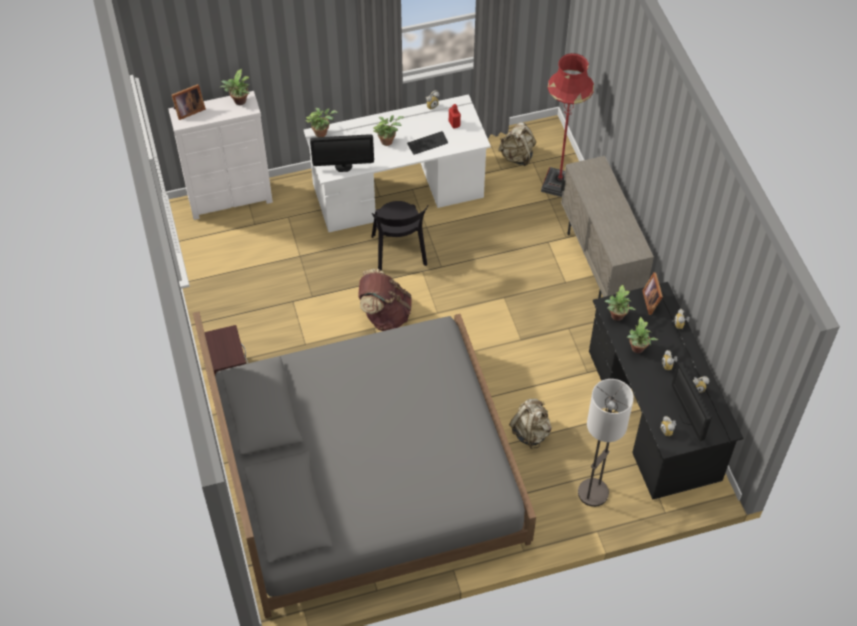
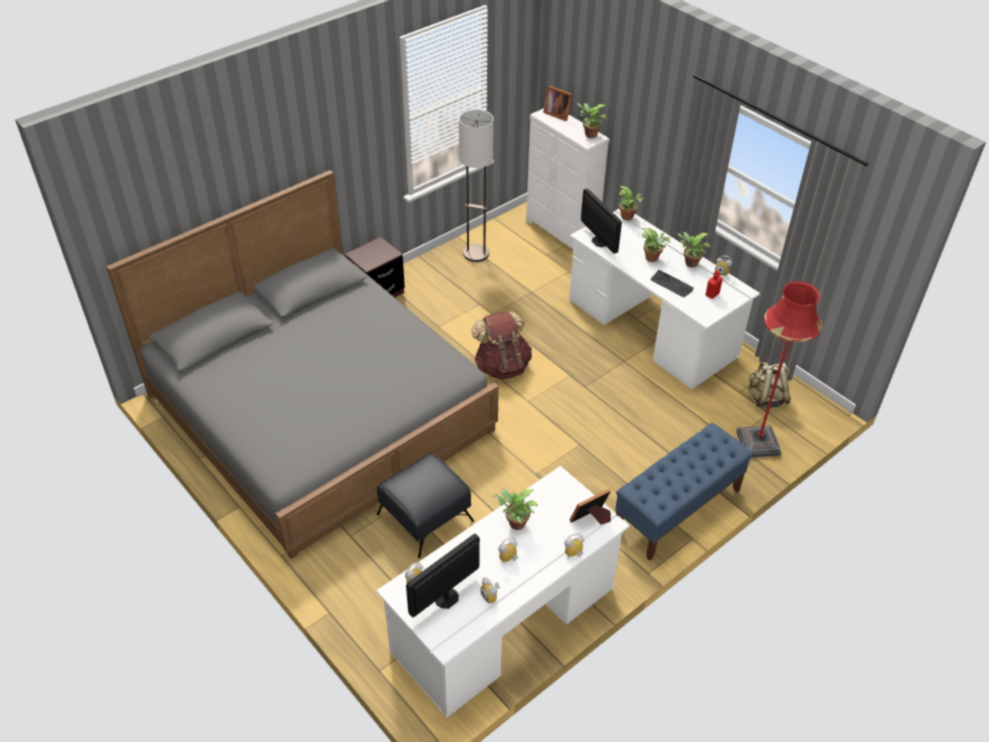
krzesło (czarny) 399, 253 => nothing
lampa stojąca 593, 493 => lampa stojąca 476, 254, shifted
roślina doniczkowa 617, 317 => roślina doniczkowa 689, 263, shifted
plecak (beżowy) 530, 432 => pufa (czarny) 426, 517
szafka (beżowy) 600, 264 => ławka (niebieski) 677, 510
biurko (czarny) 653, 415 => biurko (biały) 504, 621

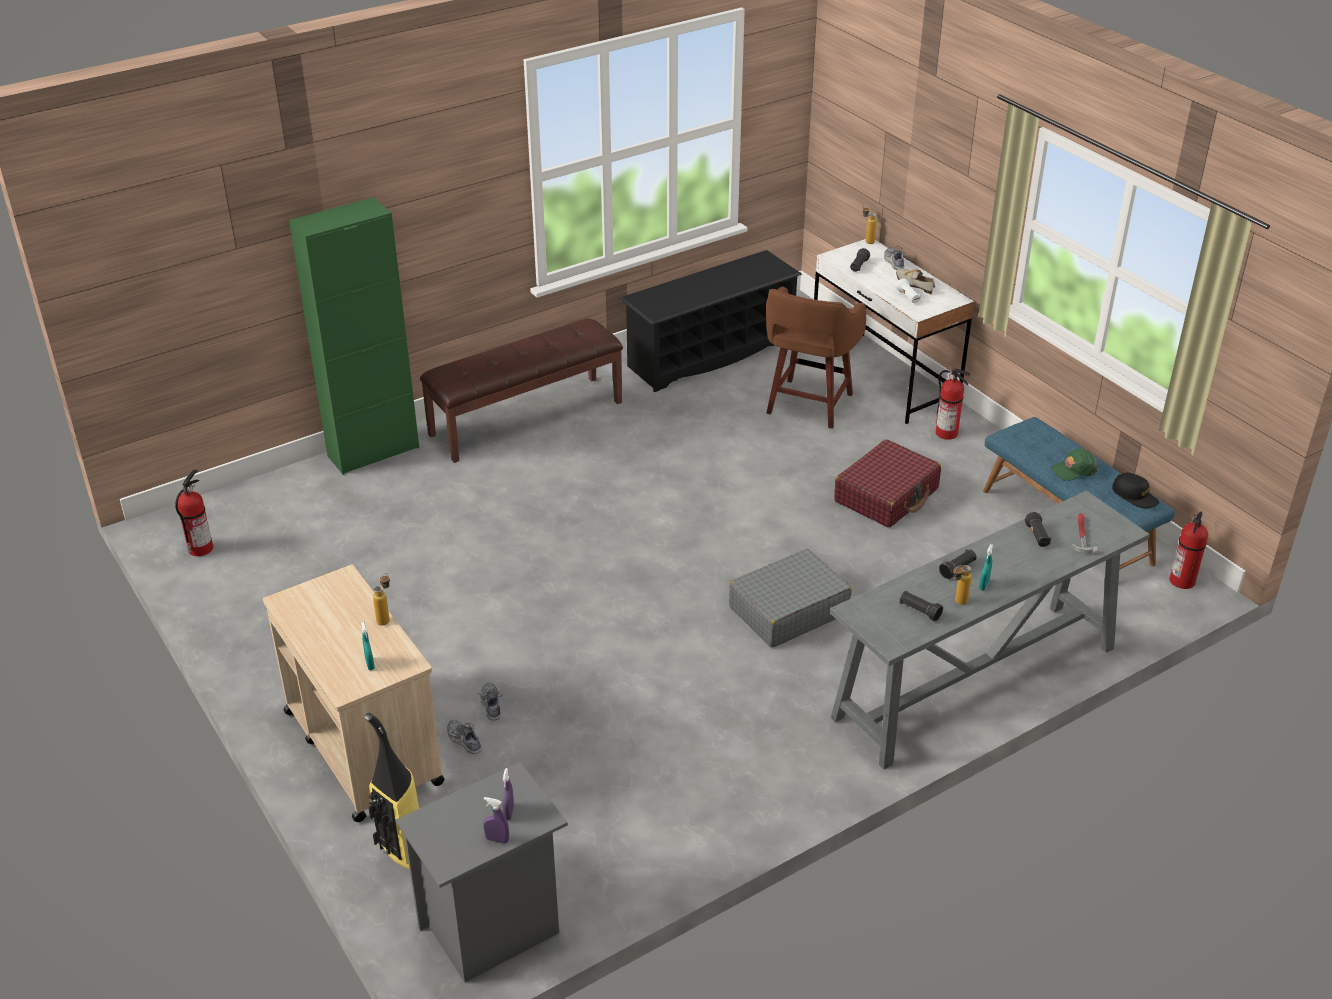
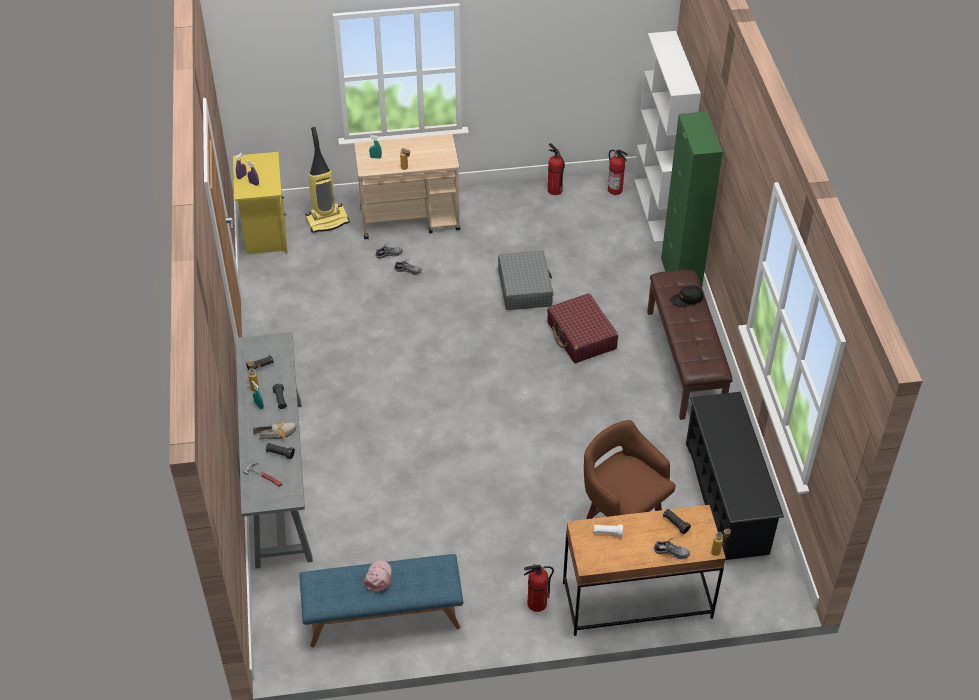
nothing => regał (biały) 657, 209
walizka (szary) 788, 610 => walizka (szary) 525, 288, shifted
walizka (czerwony) 886, 495 => walizka (czerwony) 581, 336, shifted
but 913, 283 => but 278, 433, shifted
czapka z daszkiem (czarny) 1135, 496 => czapka z daszkiem (czarny) 686, 299, shifted
gaśnica 1182, 581 => gaśnica 554, 190, shifted
szafka nocna (szary) 492, 929 => szafka nocna (żółty) 265, 234
biurko (biały) 883, 378 => biurko (brązowy) 636, 600
czapka z daszkiem (zielony) 1074, 470 => czapka z daszkiem (różowy) 378, 577

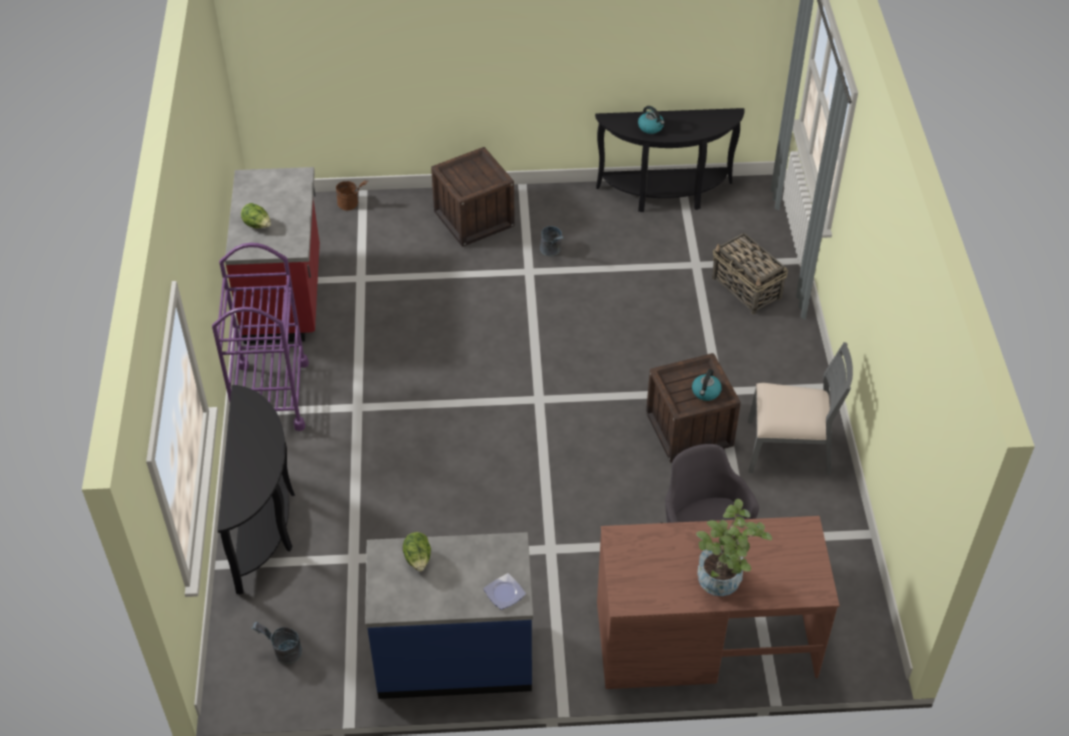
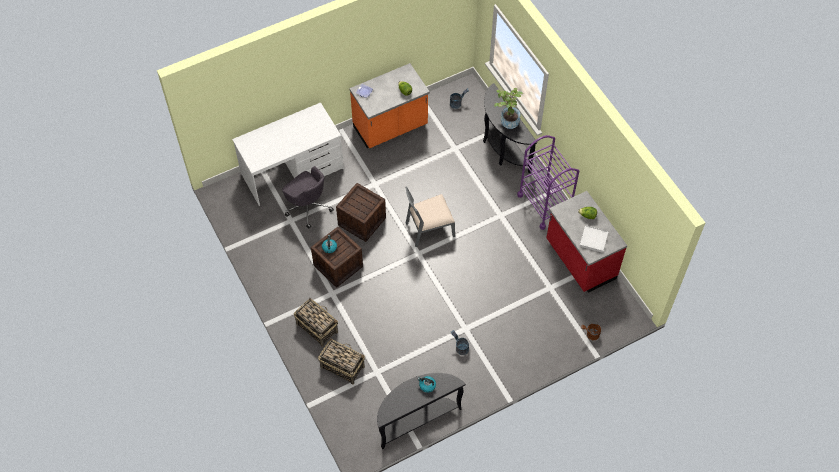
nothing => koszyk 316, 327
nothing => taca (biały) 593, 239
skrzynka 474, 219 => skrzynka 362, 221, shifted
roślina doniczkowa 723, 583 => roślina doniczkowa 507, 120, shifted
krzesło (szary) 789, 448 => krzesło (szary) 429, 229, shifted
zabudowa kuchenna (niebieski) 454, 654 => zabudowa kuchenna (pomarańczowy) 390, 127
biurko (brązowy) 704, 638 => biurko (biały) 292, 171

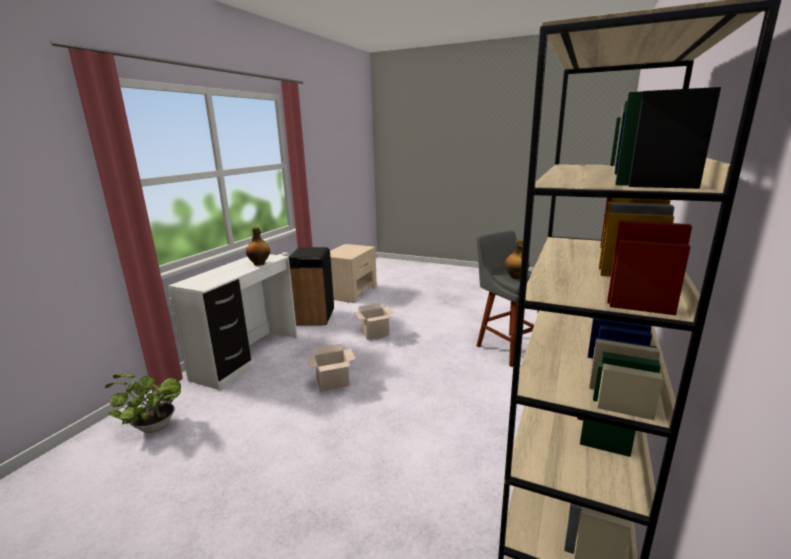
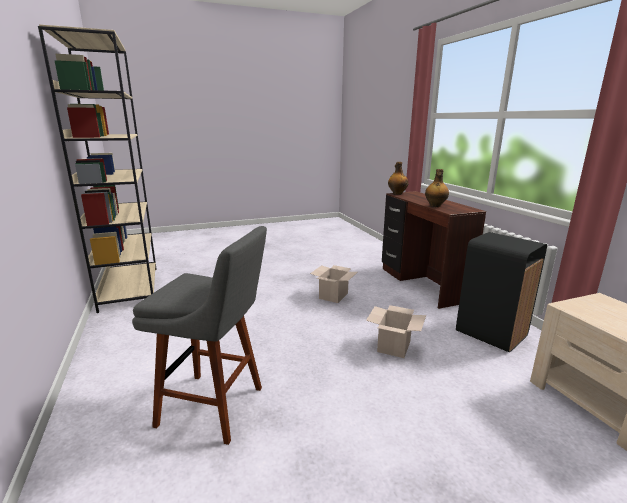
roślina doniczkowa 152, 426 => nothing
butelka 515, 277 => butelka 397, 194, shifted
biurko (biały) 248, 357 => biurko (brązowy) 421, 284

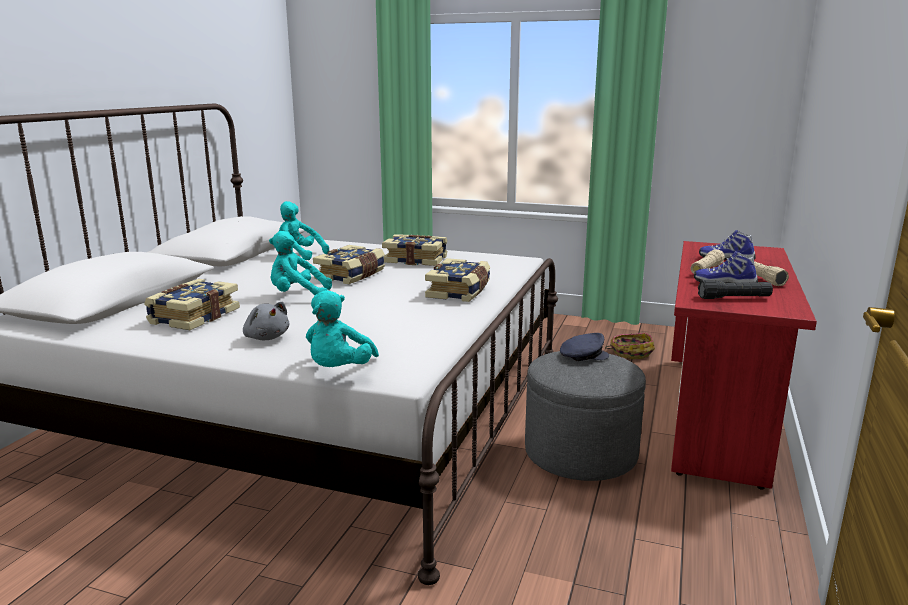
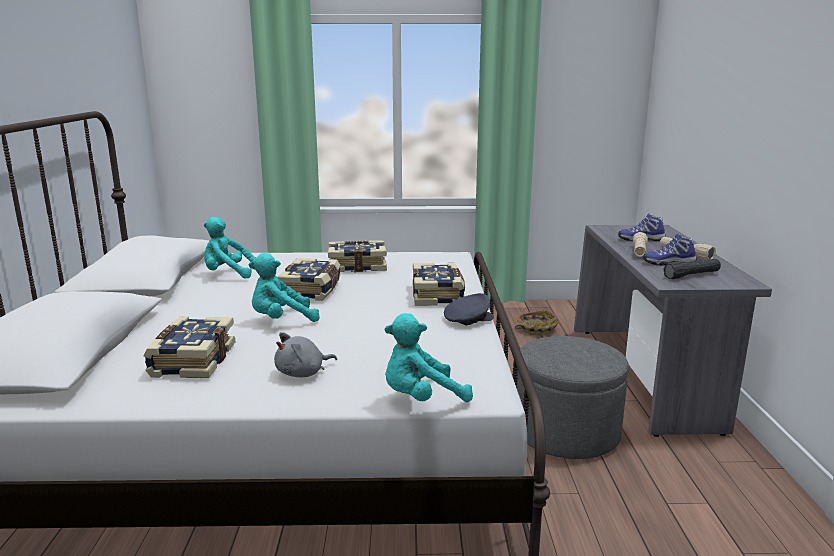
czapka z daszkiem (szary) 582, 356 => czapka z daszkiem (szary) 467, 319, shifted
biurko (czerwony) 717, 416 => biurko (szary) 645, 376
pluszak (szary) 266, 337 => pluszak (szary) 303, 373, 120 degrees clockwise
pluszak (turkusowy) 339, 370 => pluszak (turkusowy) 421, 398, 75 degrees clockwise

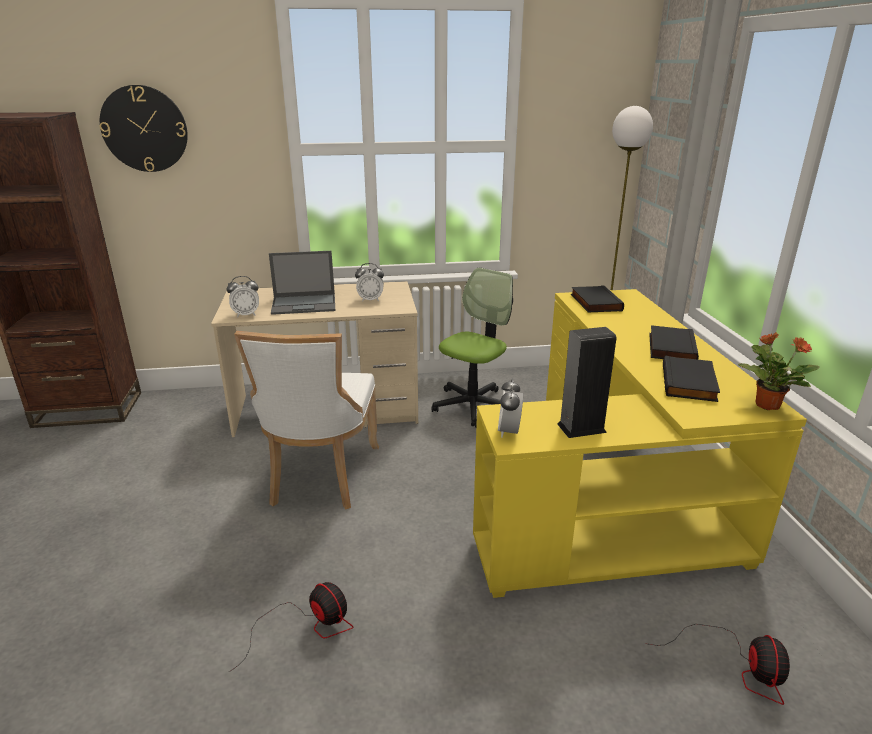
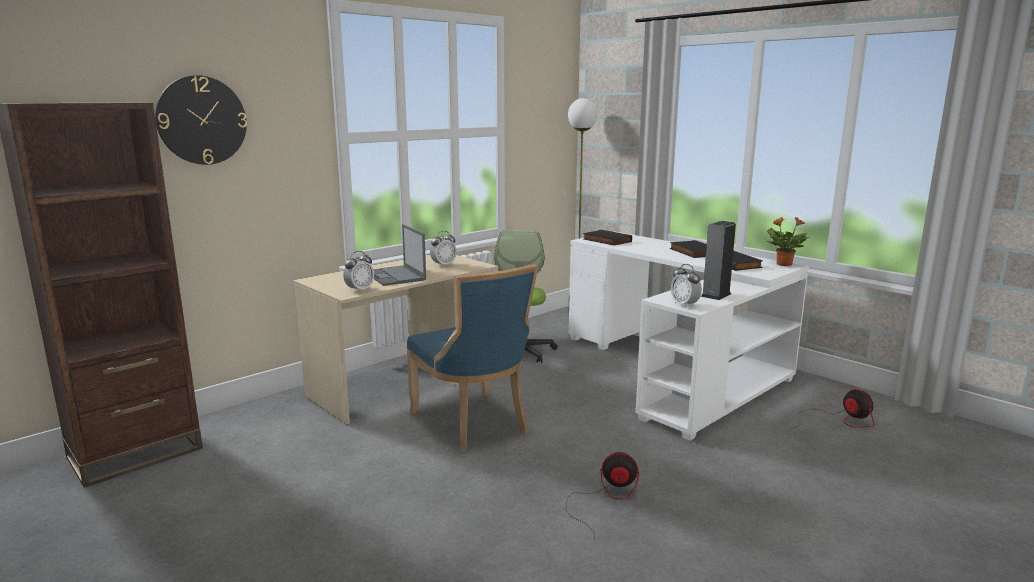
krzesło (biały) 321, 477 => krzesło (niebieski) 473, 423
biurko (żółty) 615, 493 => biurko (biały) 678, 370
laptop 305, 304 => laptop 395, 276, 105 degrees clockwise

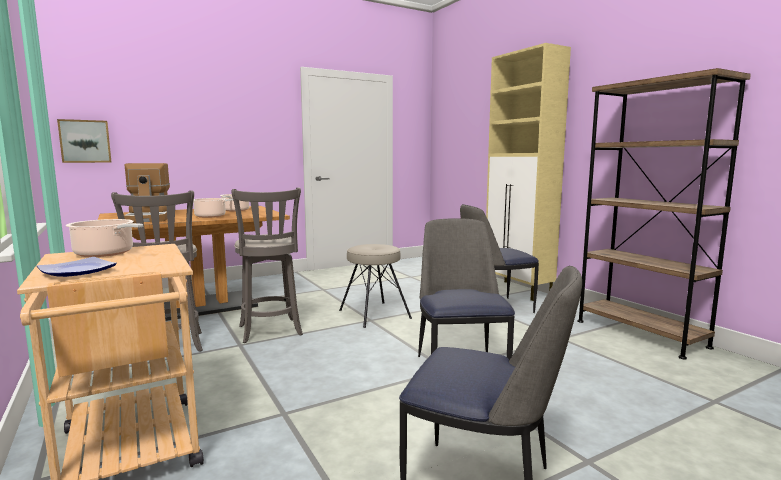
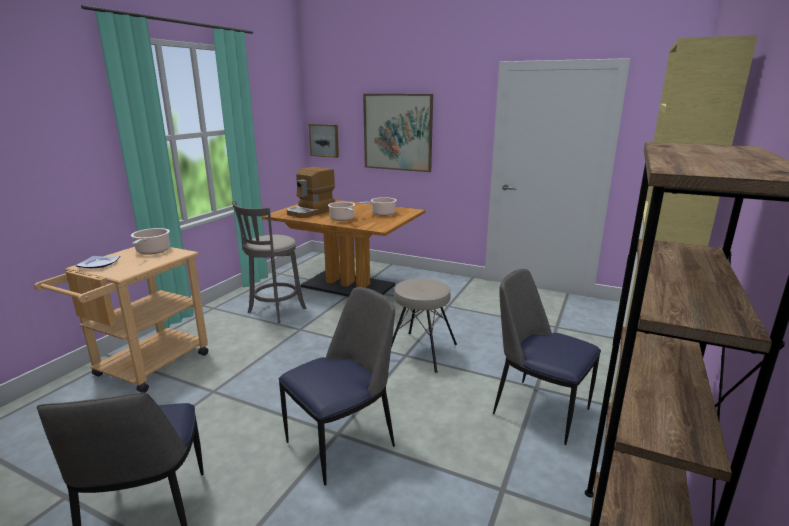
stołek (szary) 270, 332 => nothing
nothing => obraz 397, 132

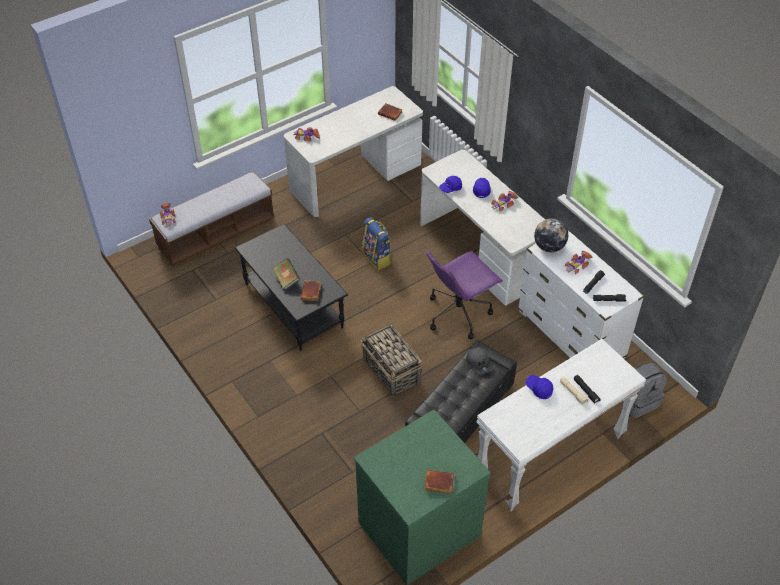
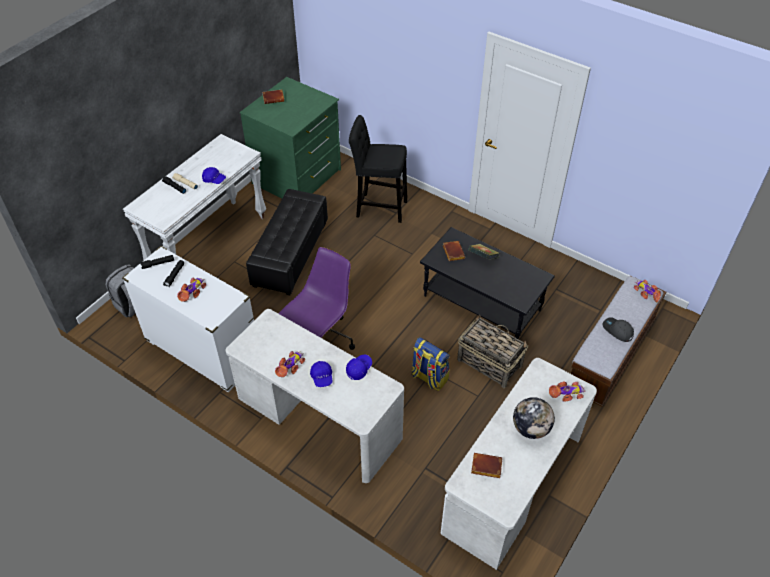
nothing => stołek (czarny) 378, 208
koszyk 391, 372 => koszyk 489, 362, shifted
czapka z daszkiem (szary) 479, 363 => czapka z daszkiem (szary) 617, 331, shifted
globus 549, 247 => globus 531, 428, shifted

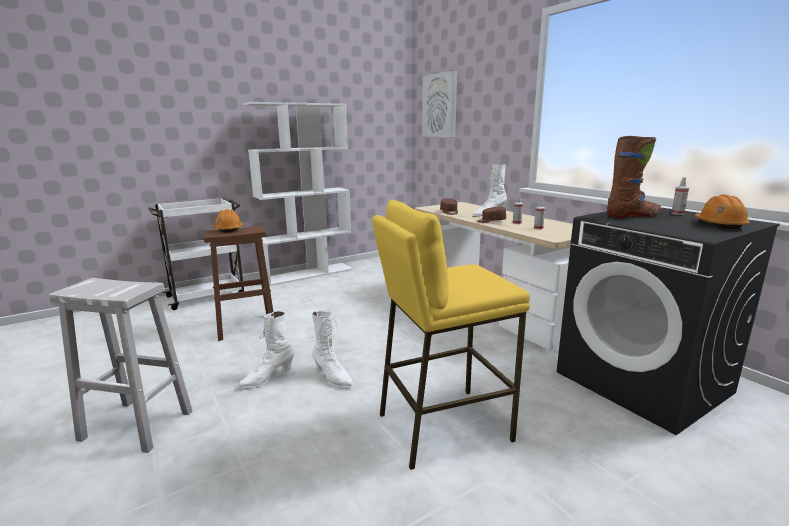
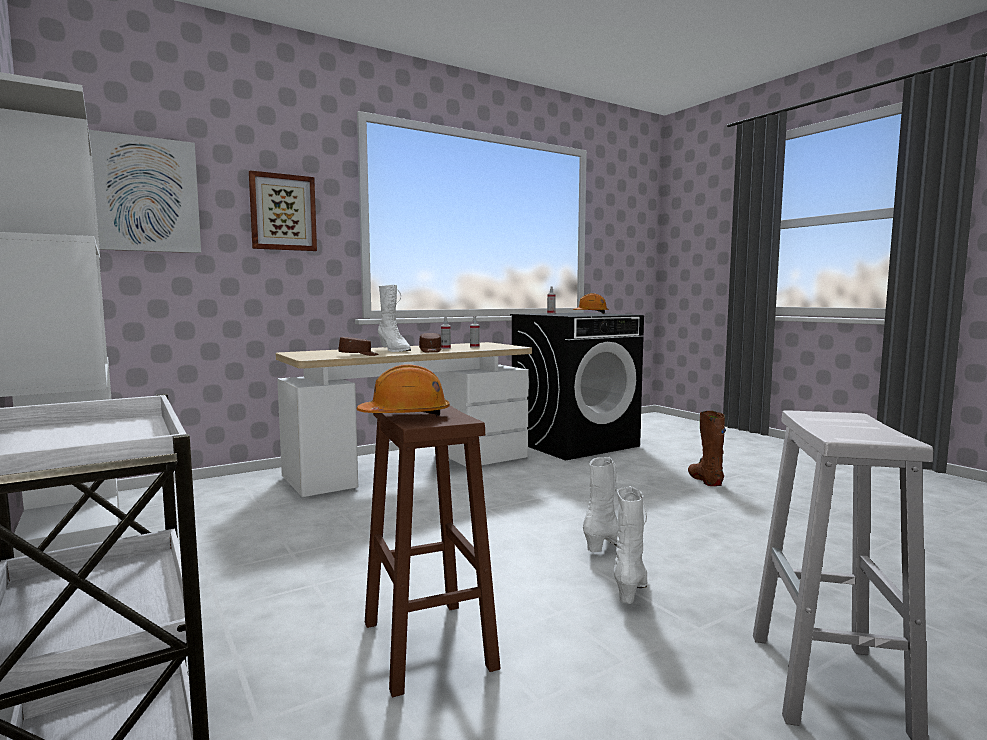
stołek (żółty) 442, 426 => nothing
nothing => obraz 283, 212
but z cholewką (brązowy) 633, 216 => but z cholewką (brązowy) 705, 480, shifted
but z cholewką (biały) 267, 378 => but z cholewką (biały) 631, 588, 120 degrees counterclockwise

